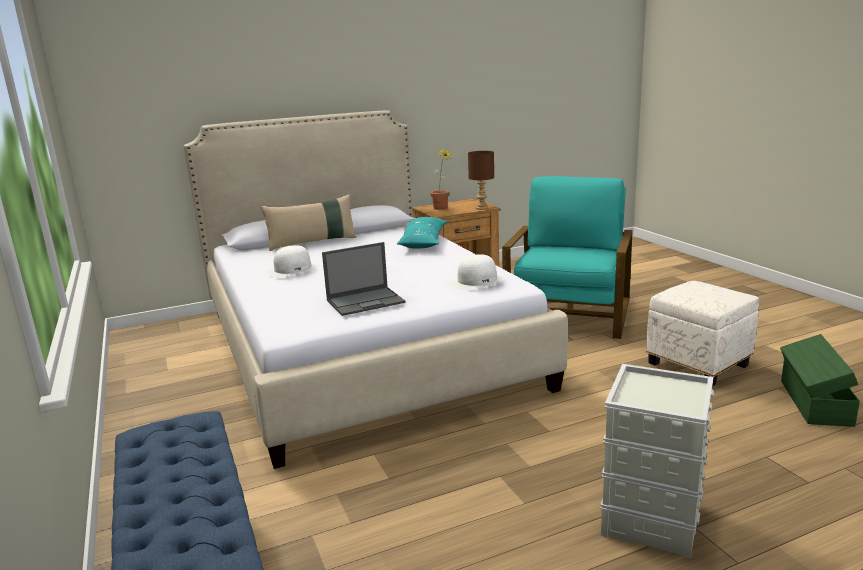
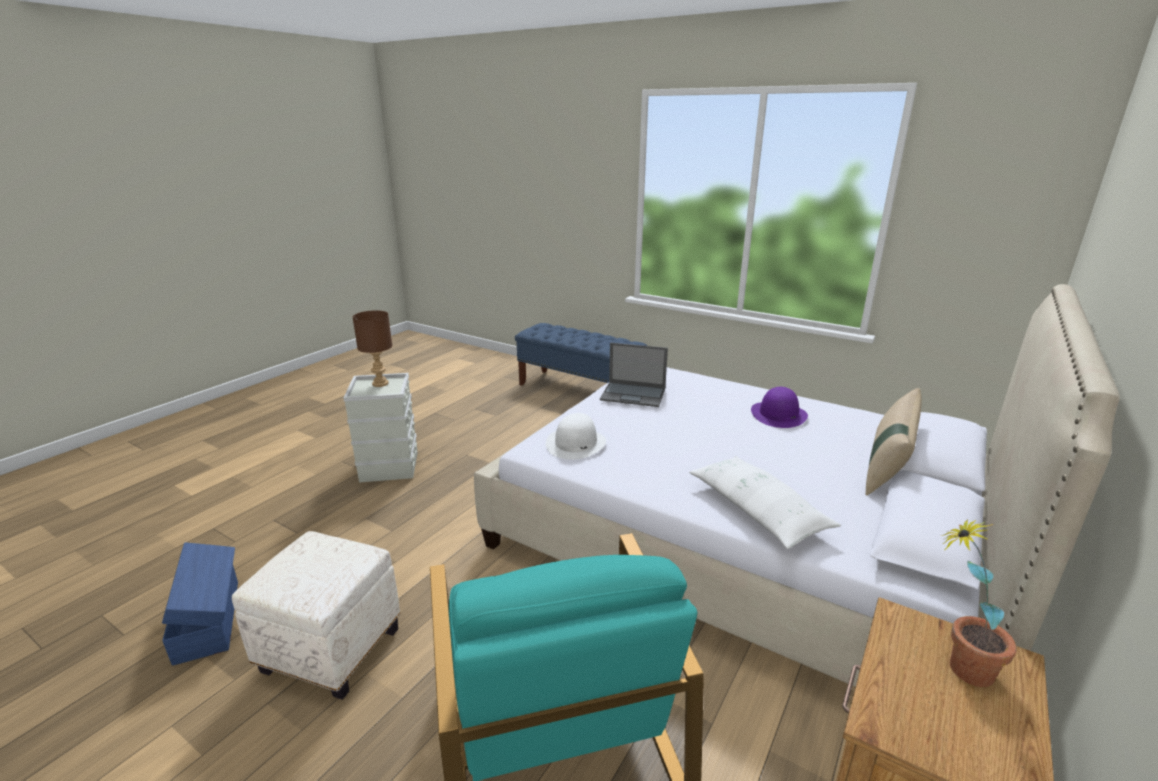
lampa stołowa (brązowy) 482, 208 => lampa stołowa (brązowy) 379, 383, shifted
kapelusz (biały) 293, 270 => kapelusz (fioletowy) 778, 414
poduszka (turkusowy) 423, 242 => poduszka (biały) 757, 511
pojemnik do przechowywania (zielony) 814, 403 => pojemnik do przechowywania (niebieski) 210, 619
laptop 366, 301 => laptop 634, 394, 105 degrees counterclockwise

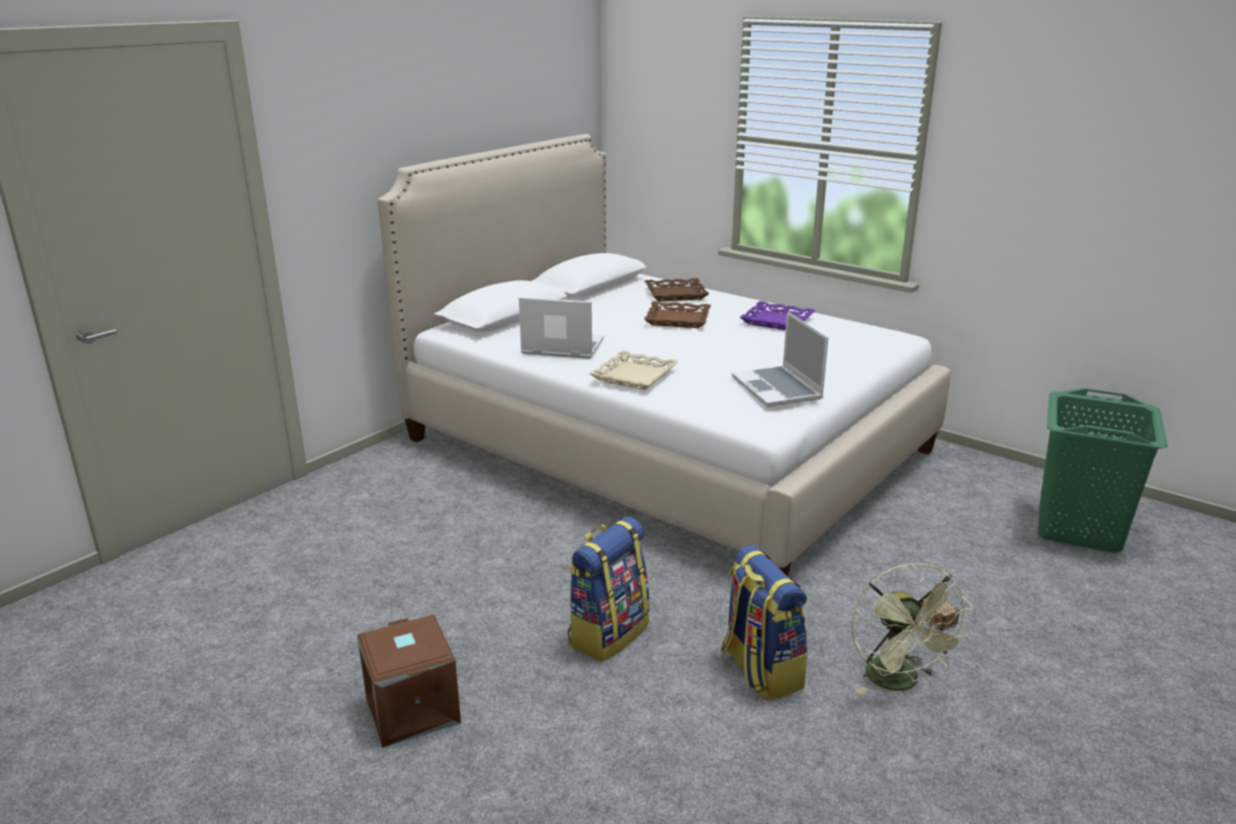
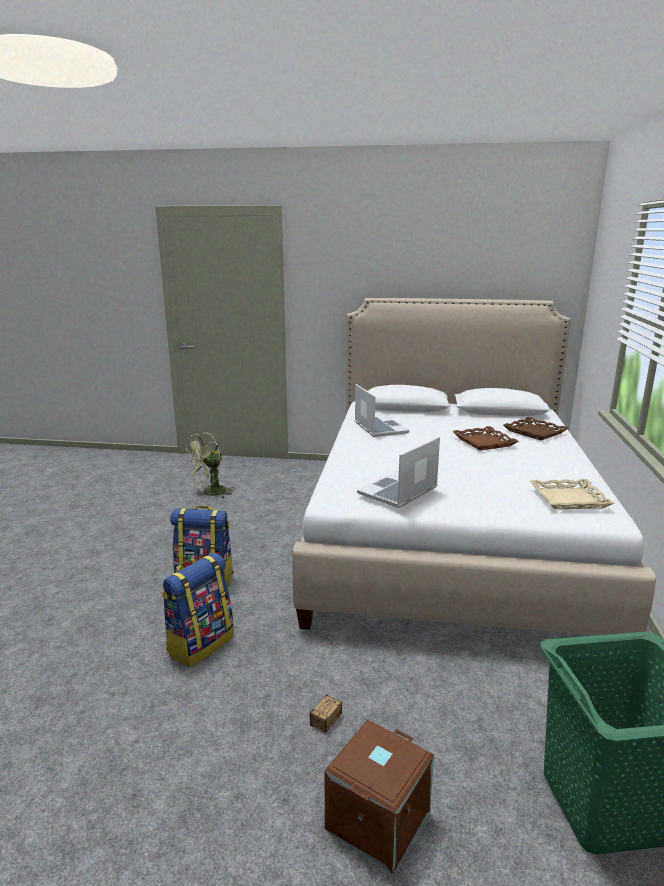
taca (fioletowy) 777, 321 => nothing
pojemnik do przechowywania (brązowy) 410, 710 => pojemnik do przechowywania (brązowy) 376, 819, shifted
taca (beżowy) 635, 376 => taca (beżowy) 569, 499, shifted
wentylator (zielony) 899, 683 => wentylator (zielony) 210, 493, shifted

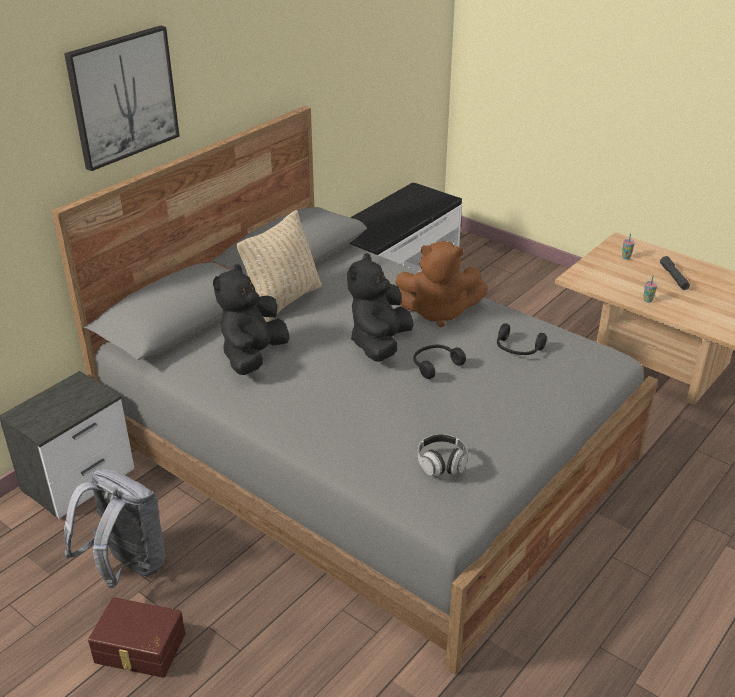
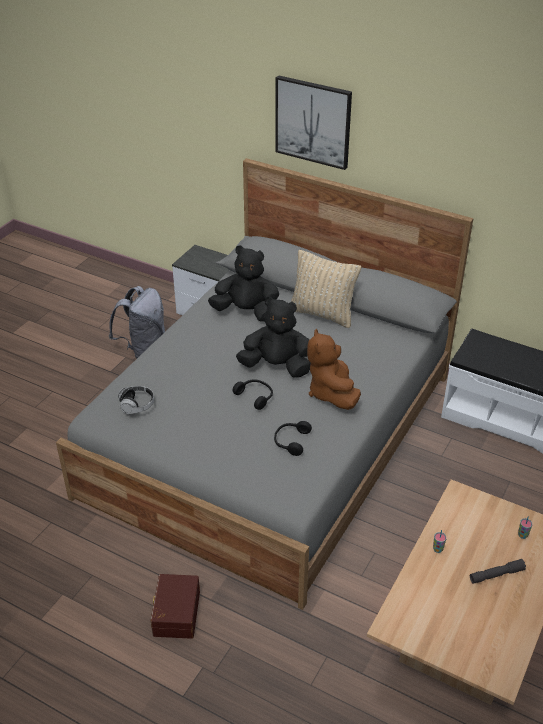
pojemnik do przechowywania (brązowy) 139, 649 => pojemnik do przechowywania (brązowy) 175, 613, shifted

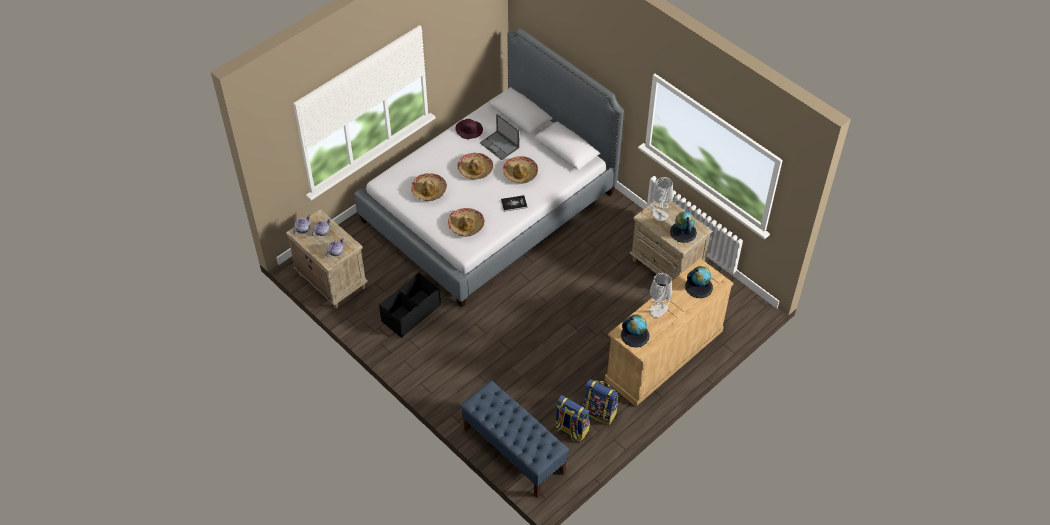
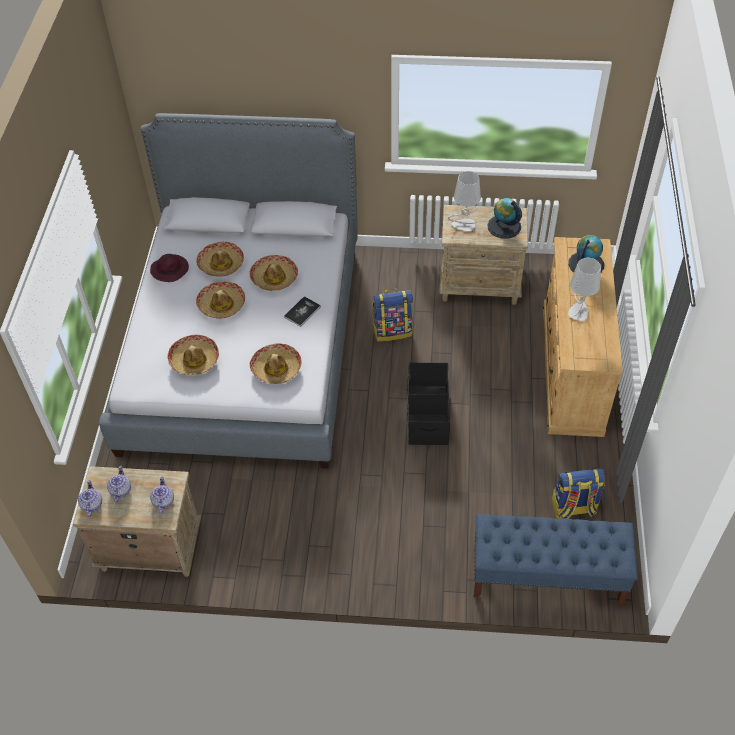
globus 635, 335 => nothing
pojemnik do przechowywania (czarny) 411, 313 => pojemnik do przechowywania (czarny) 427, 415, shifted
plecak 600, 412 => plecak 392, 330, shifted
laptop 500, 145 => kapelusz 221, 264

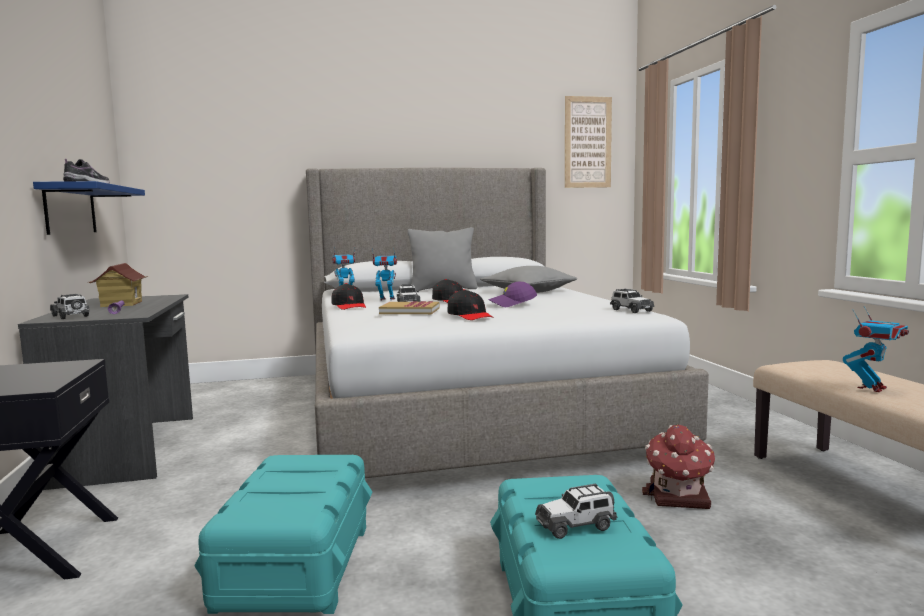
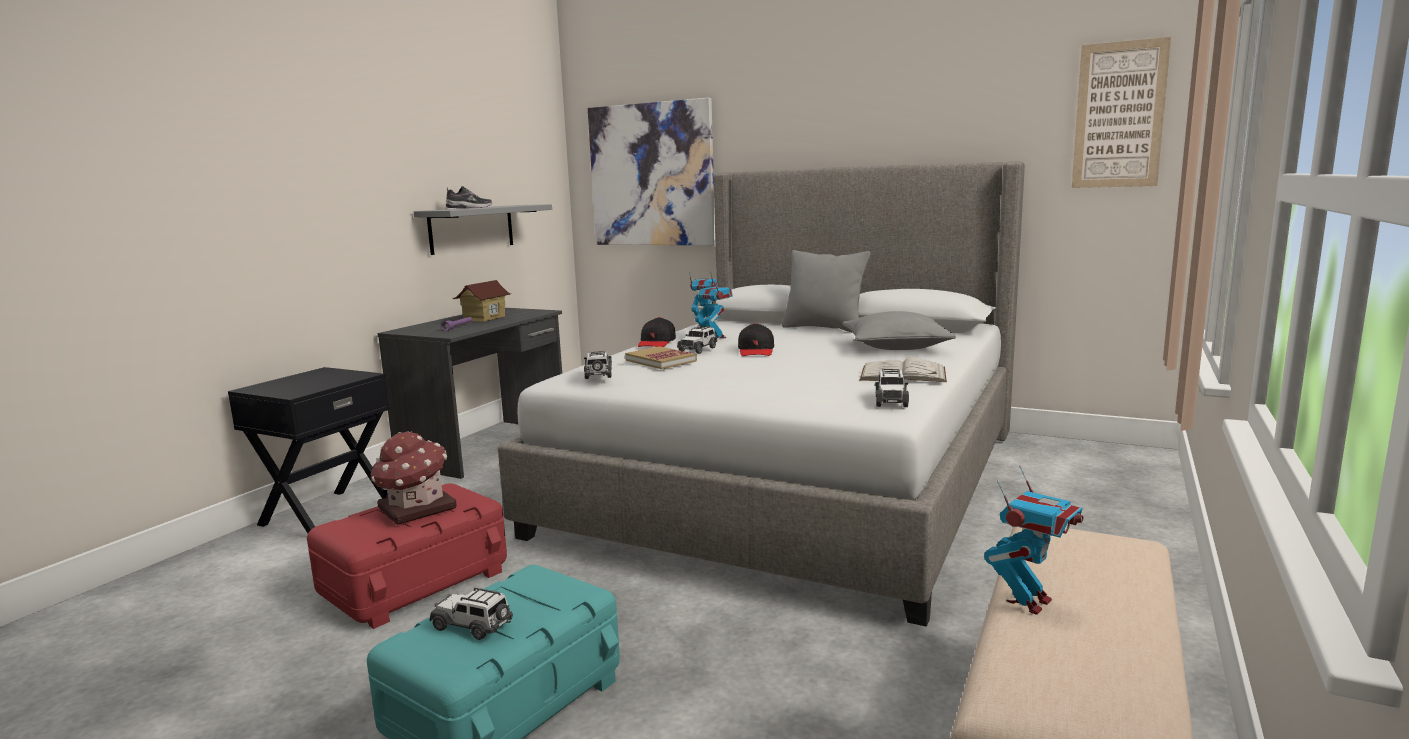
czapka z daszkiem (czarny) 470, 316 => nothing
czapka z daszkiem (fioletowy) 512, 304 => nothing
nothing => obraz 652, 175
nothing => książka (biały) 903, 374
samochodzik 71, 316 => samochodzik 598, 374, shifted
domek 678, 497 => domek 415, 509, shifted
półka (niebieski) 70, 210 => półka (szary) 472, 228
pojemnik do przechowywania (turkusowy) 295, 565 => pojemnik do przechowywania (czerwony) 415, 582
robot zabawkowy 872, 388 => robot zabawkowy 1029, 602, 45 degrees counterclockwise

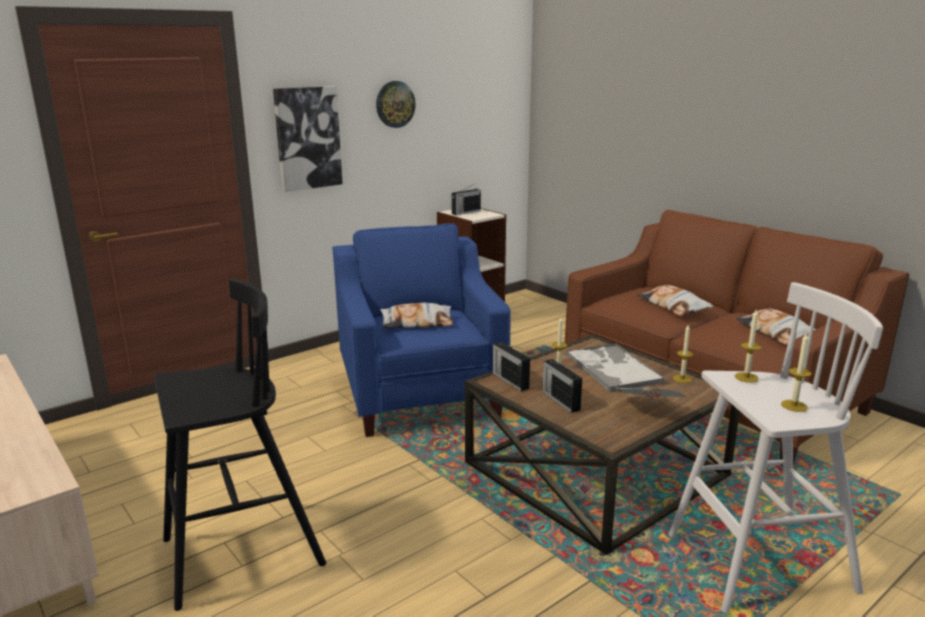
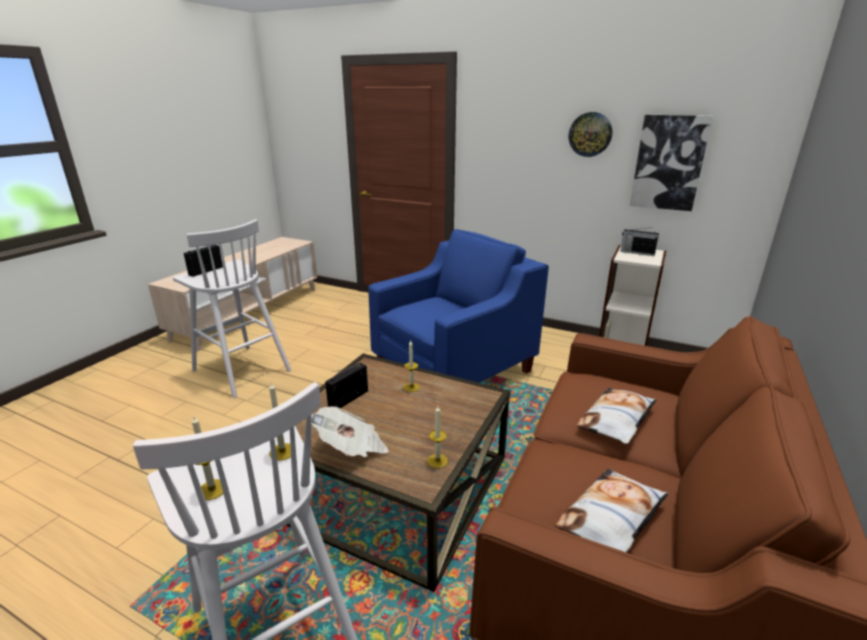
poduszka 417, 322 => nothing
taca 612, 368 => nothing
obraz 307, 138 => obraz 668, 163, shifted
radio 510, 380 => radio 206, 271, shifted
stołek (czarny) 239, 553 => stołek (biały) 240, 370

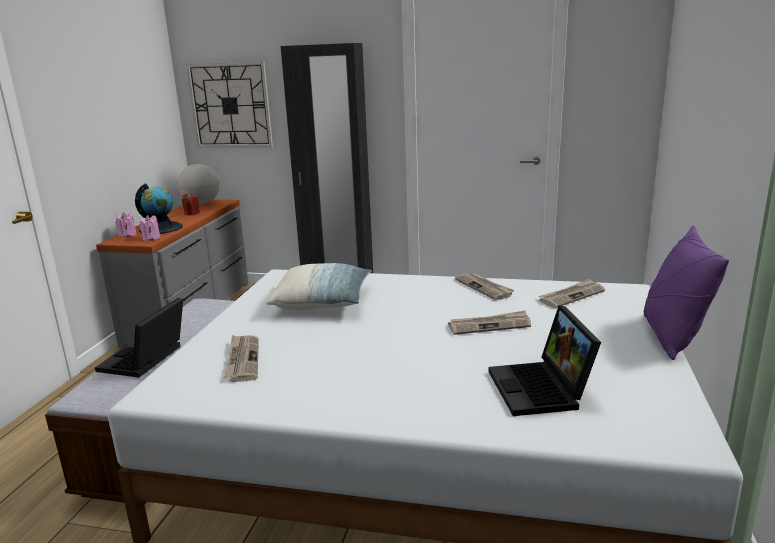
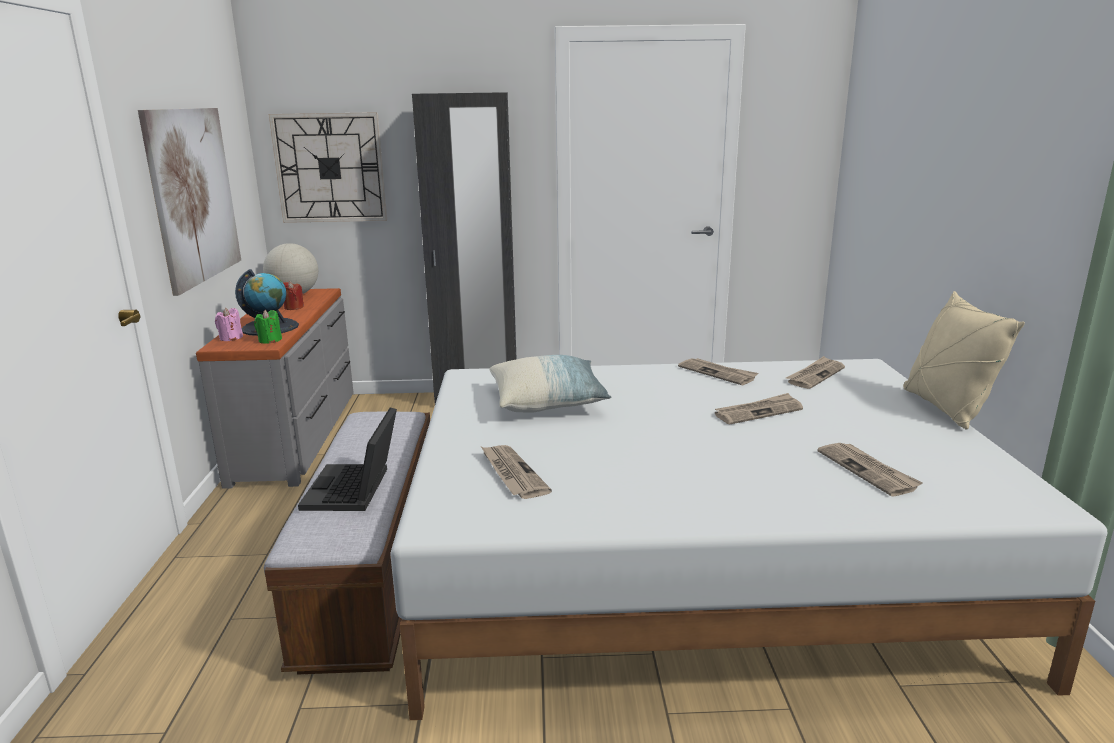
nothing => obraz 193, 195
laptop 542, 390 => gazeta 868, 471
świeca (różowy) 151, 238 => świeca (zielony) 270, 340
poduszka (fioletowy) 671, 337 => poduszka (beżowy) 945, 408

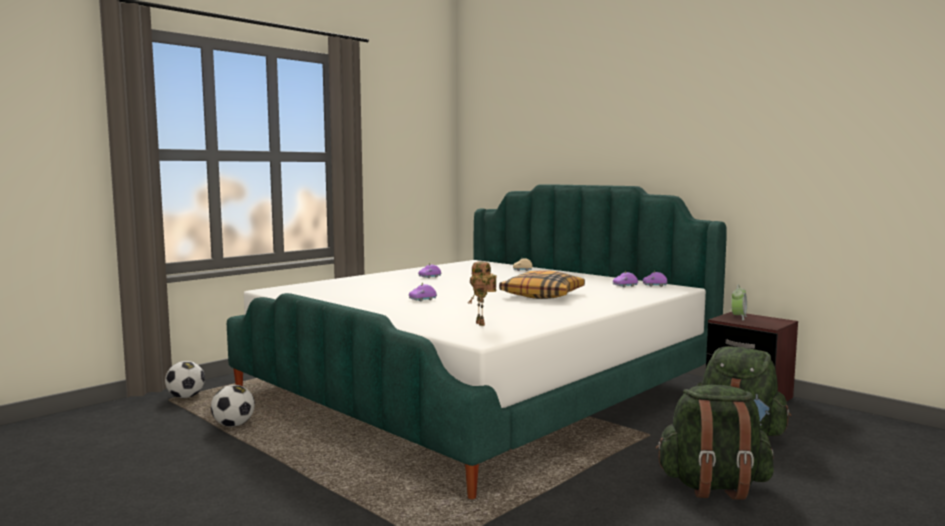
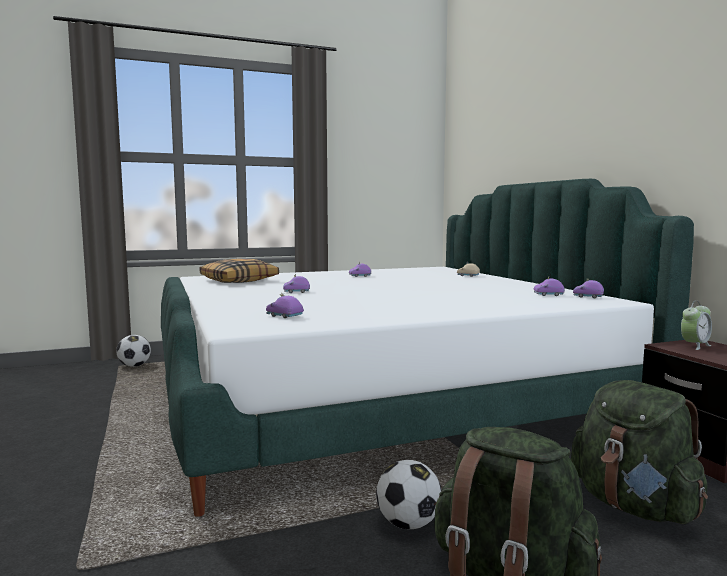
piłka futbolowa 233, 425 => piłka futbolowa 408, 524, shifted
poduszka 542, 295 => poduszka 239, 280, shifted
robot zabawkowy 482, 324 => samochodzik (fioletowy) 284, 316

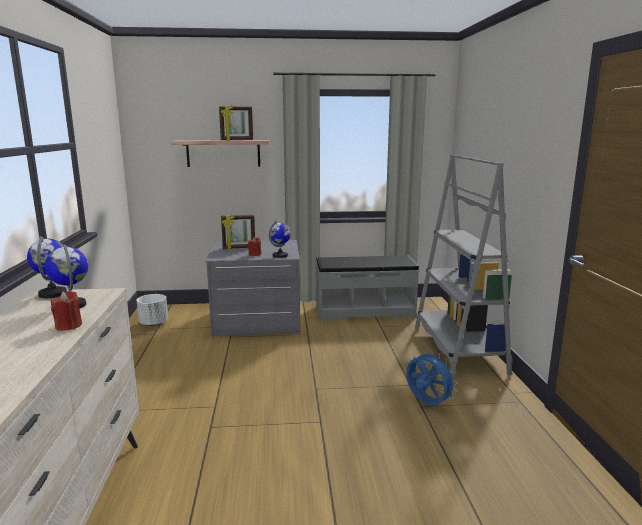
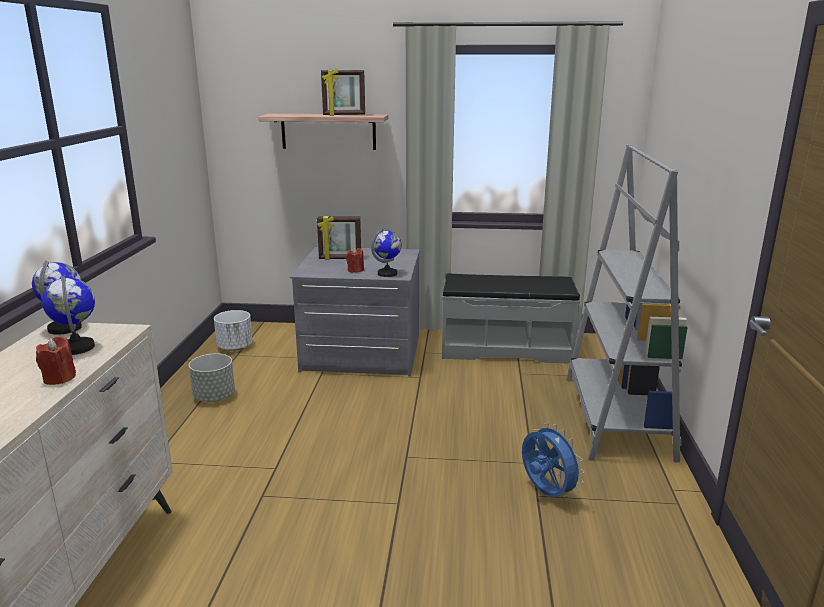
nothing => donica (szary) 214, 397

